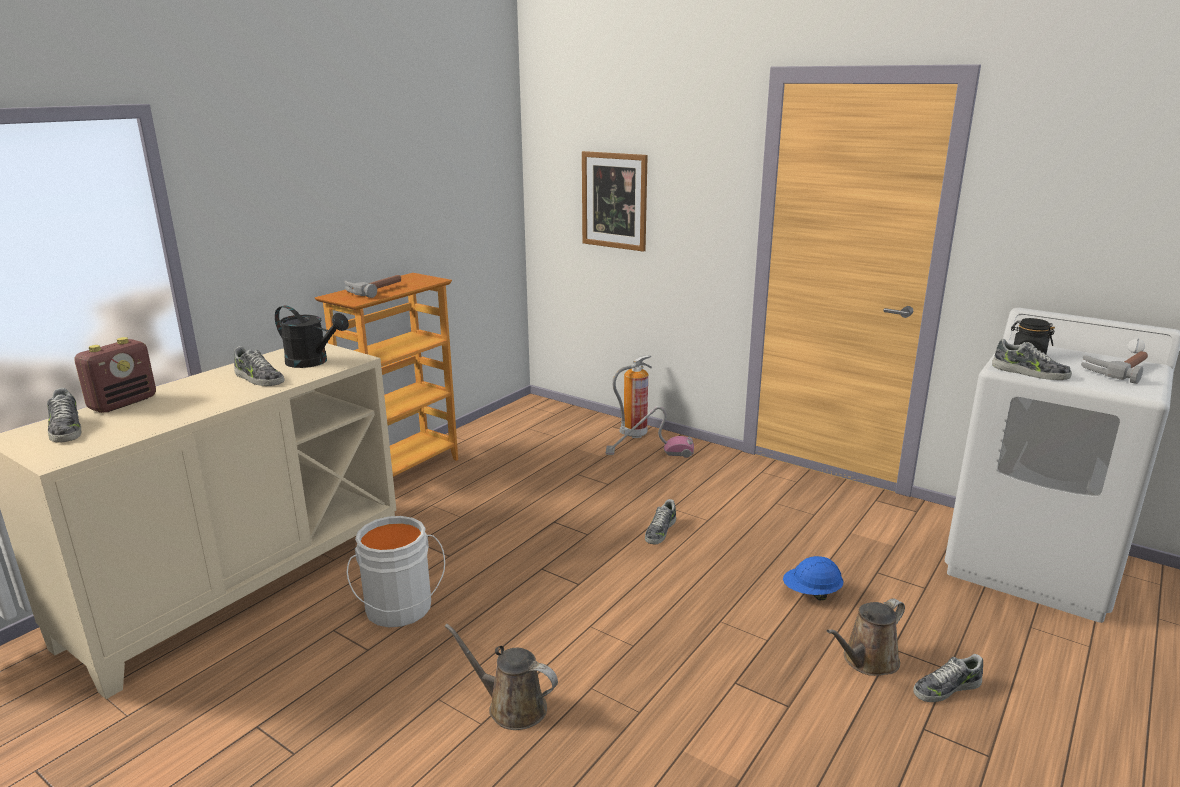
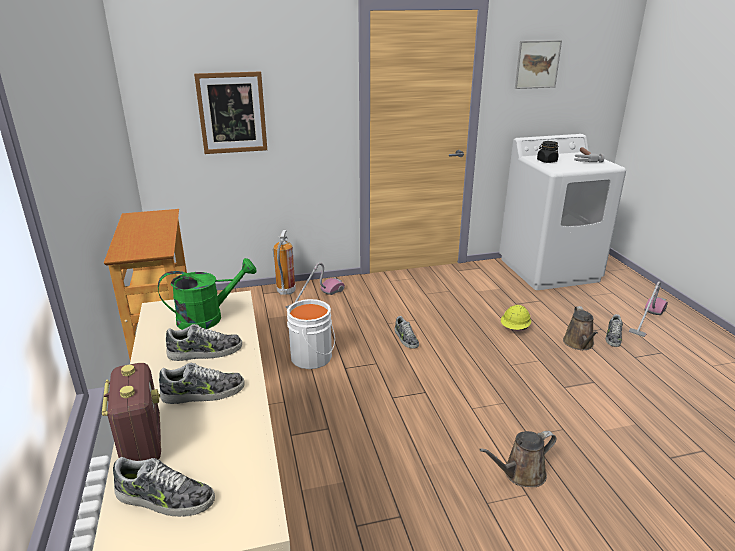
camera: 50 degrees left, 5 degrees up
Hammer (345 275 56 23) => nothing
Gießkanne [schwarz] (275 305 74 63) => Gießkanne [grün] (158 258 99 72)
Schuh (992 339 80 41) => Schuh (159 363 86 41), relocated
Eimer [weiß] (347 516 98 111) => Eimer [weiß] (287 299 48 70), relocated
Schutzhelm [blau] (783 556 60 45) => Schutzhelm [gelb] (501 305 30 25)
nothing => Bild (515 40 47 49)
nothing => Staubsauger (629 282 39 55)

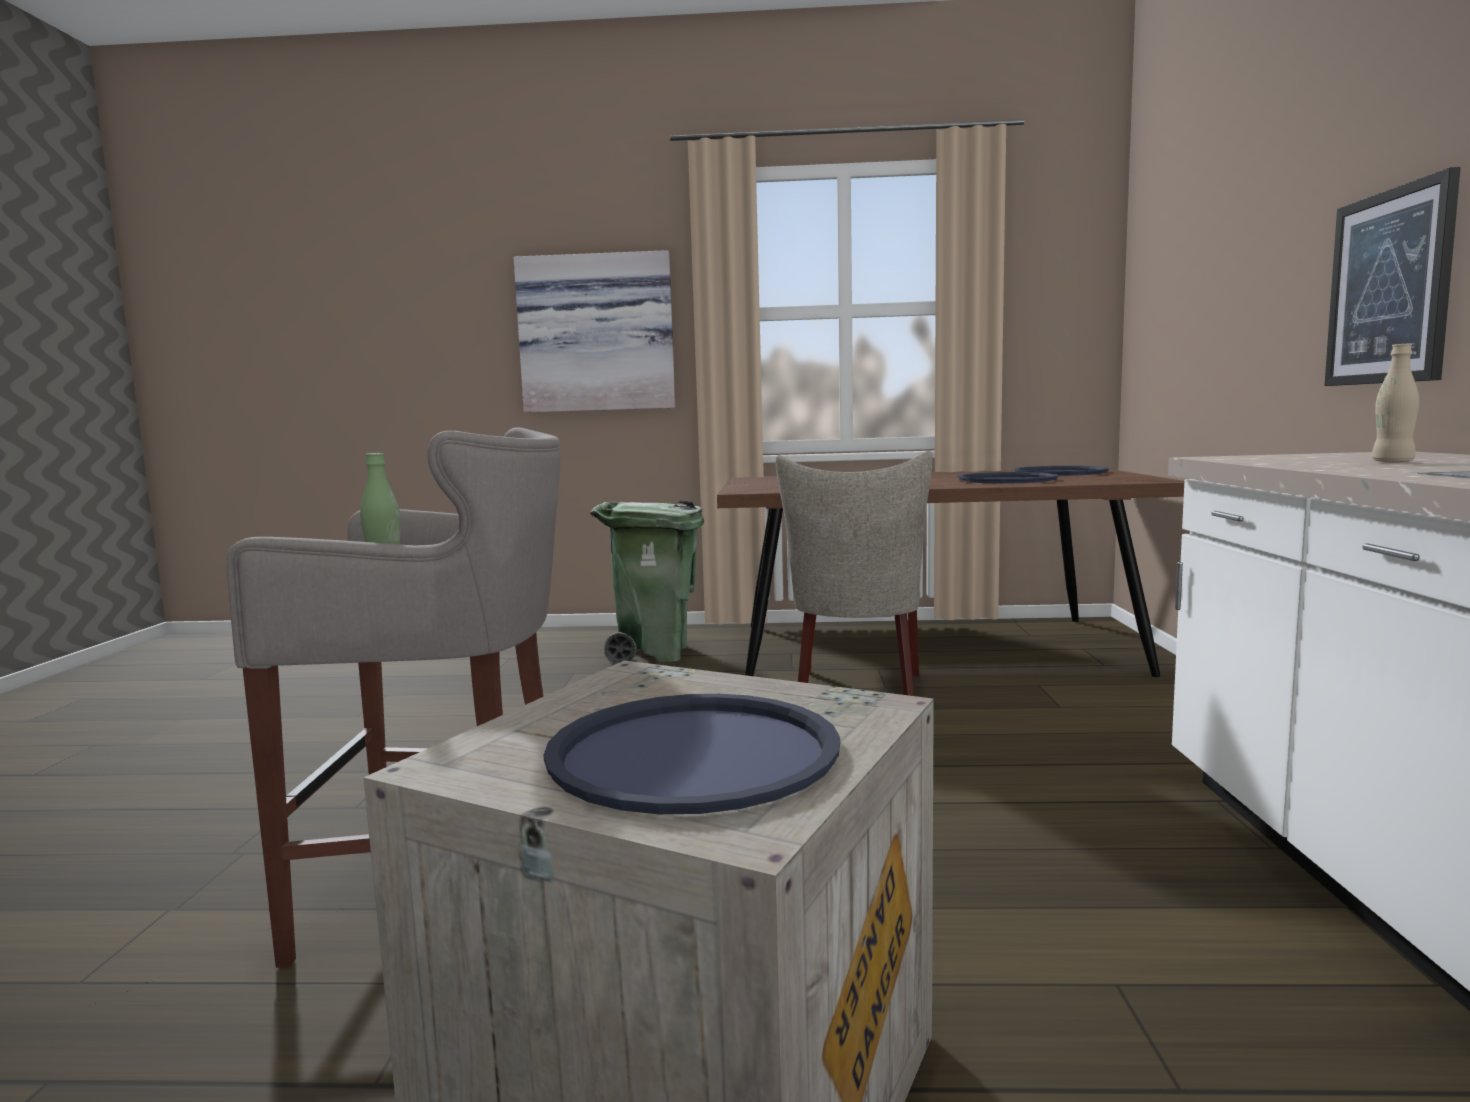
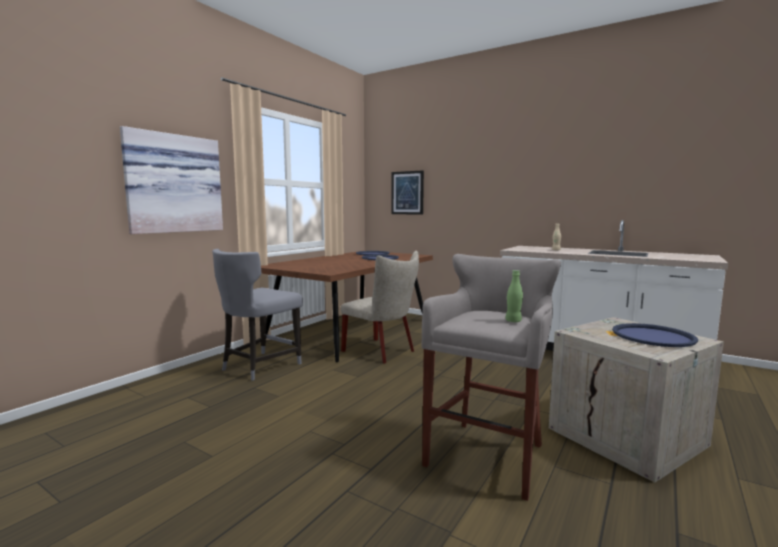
camera: 60 degrees left, 0 degrees up
Bild (1324 167 137 219) => Bild (391 170 33 45), relocated
Mülleimer [grün] (590 500 114 164) => Stuhl [grau] (212 249 91 132)

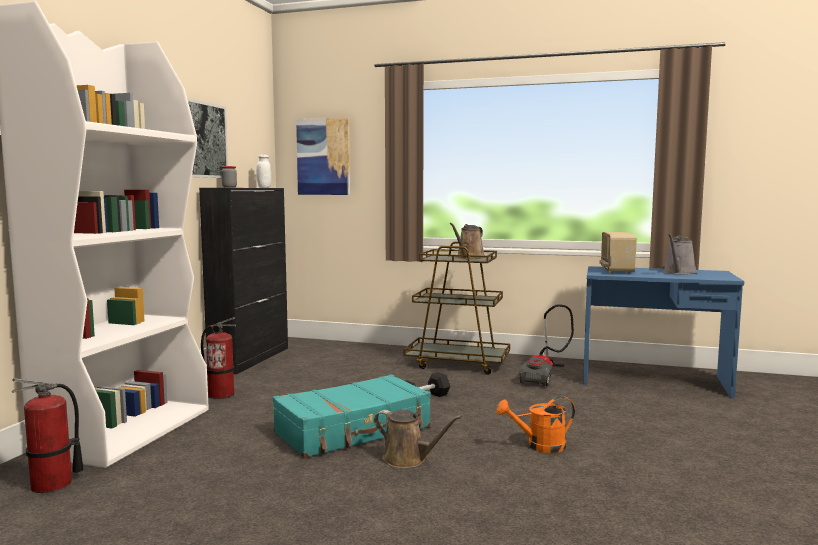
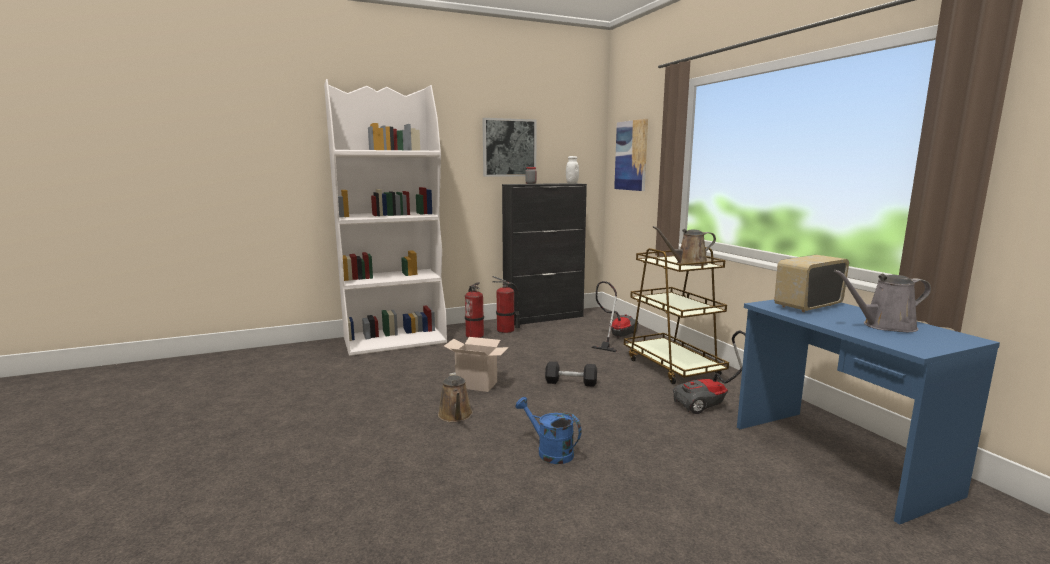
camera: 50 degrees right, 5 degrees up
Koffer [türkis] (273 374 158 84) => Karton (444 337 65 55)
Feuerlöscher (12 378 72 115) => Feuerlöscher (493 276 27 57), relocated
Gießkanne [orange] (497 396 78 57) => Gießkanne [blau] (515 397 66 67)
nothing => Staubsauger (592 281 47 71)

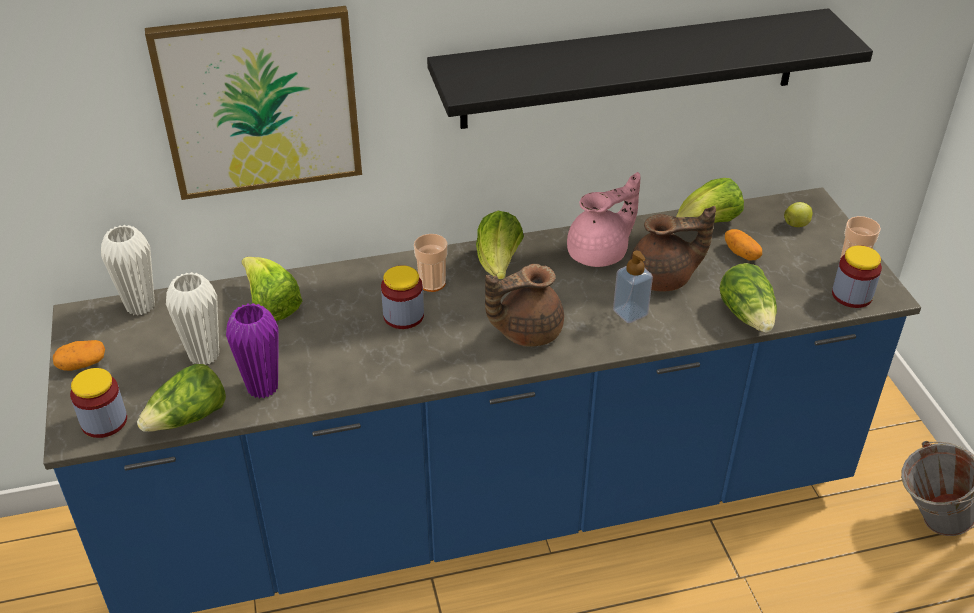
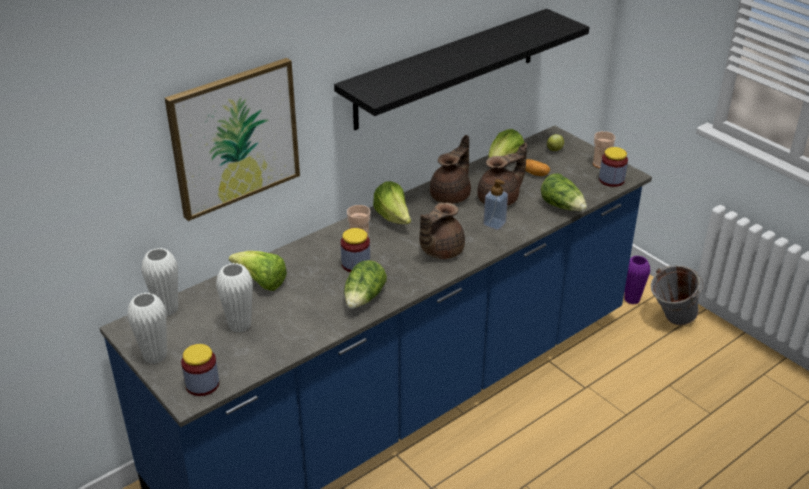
camera: 25 degrees left, 5 degrees down
Teekanne [rosa] (567 172 74 95) => Teekanne [braun] (430 135 41 69)
Vase [lila] (226 303 53 96) => Vase [lila] (624 256 26 49), relocated
Kartoffel (53 340 52 31) => Vase [weiß] (127 292 40 72)
Salatkopf (137 364 89 68) => Salatkopf (344 260 43 49), relocated

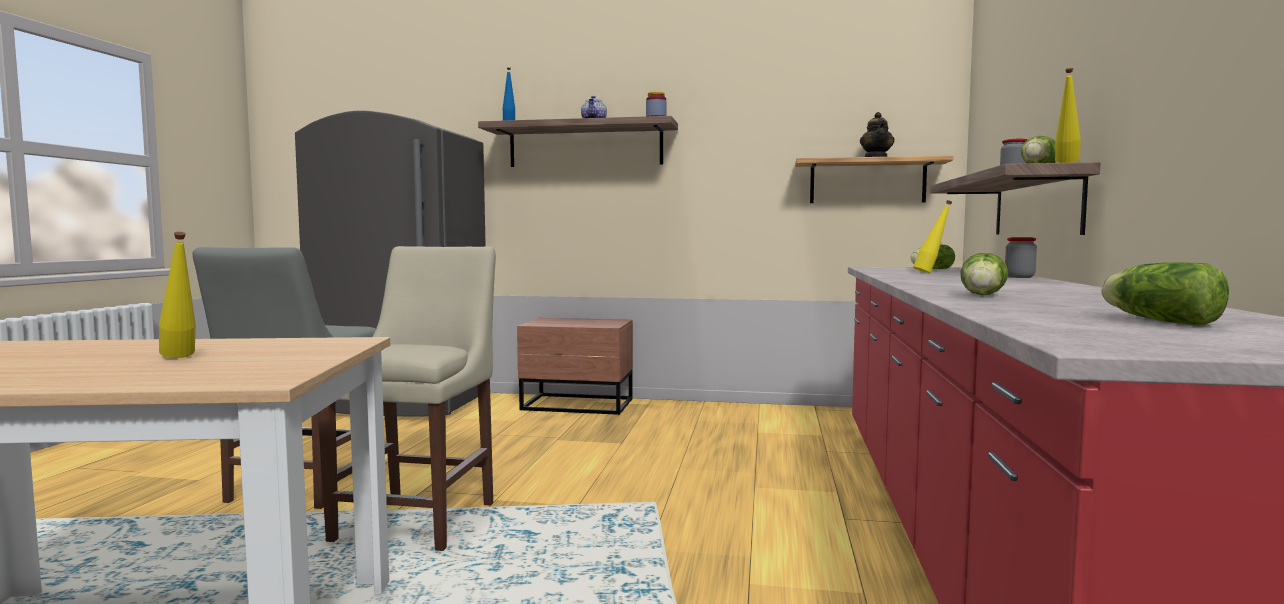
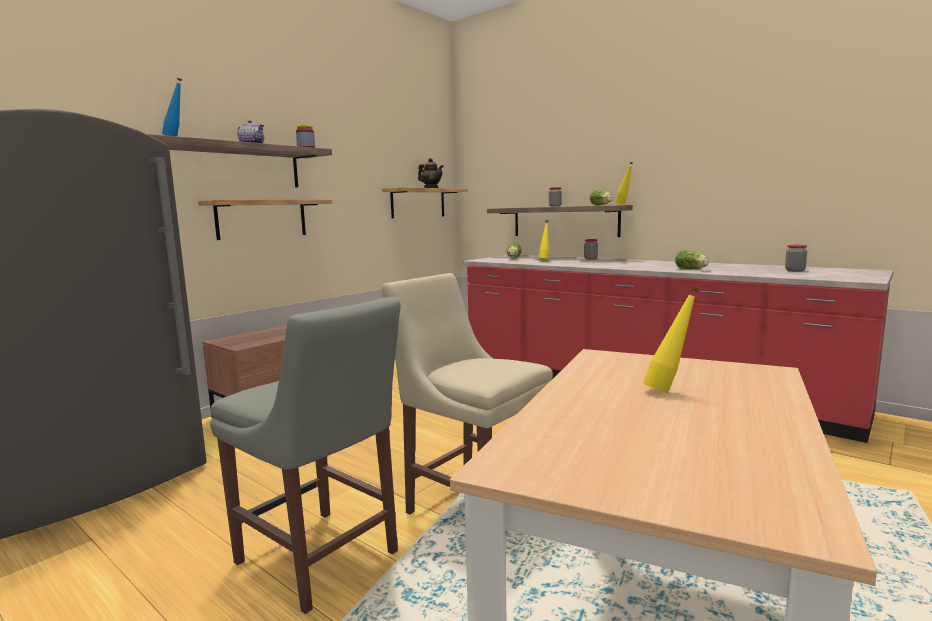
camera: 60 degrees left, 5 degrees up
Salatkopf (1101 262 128 64) => Vorratsglas (785 245 22 27)
nothing => Wandregal (198 200 134 40)

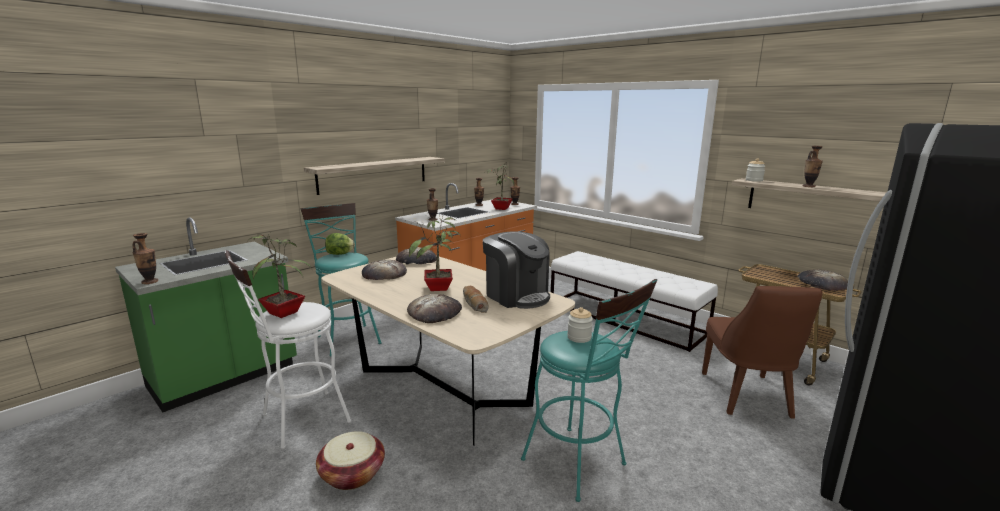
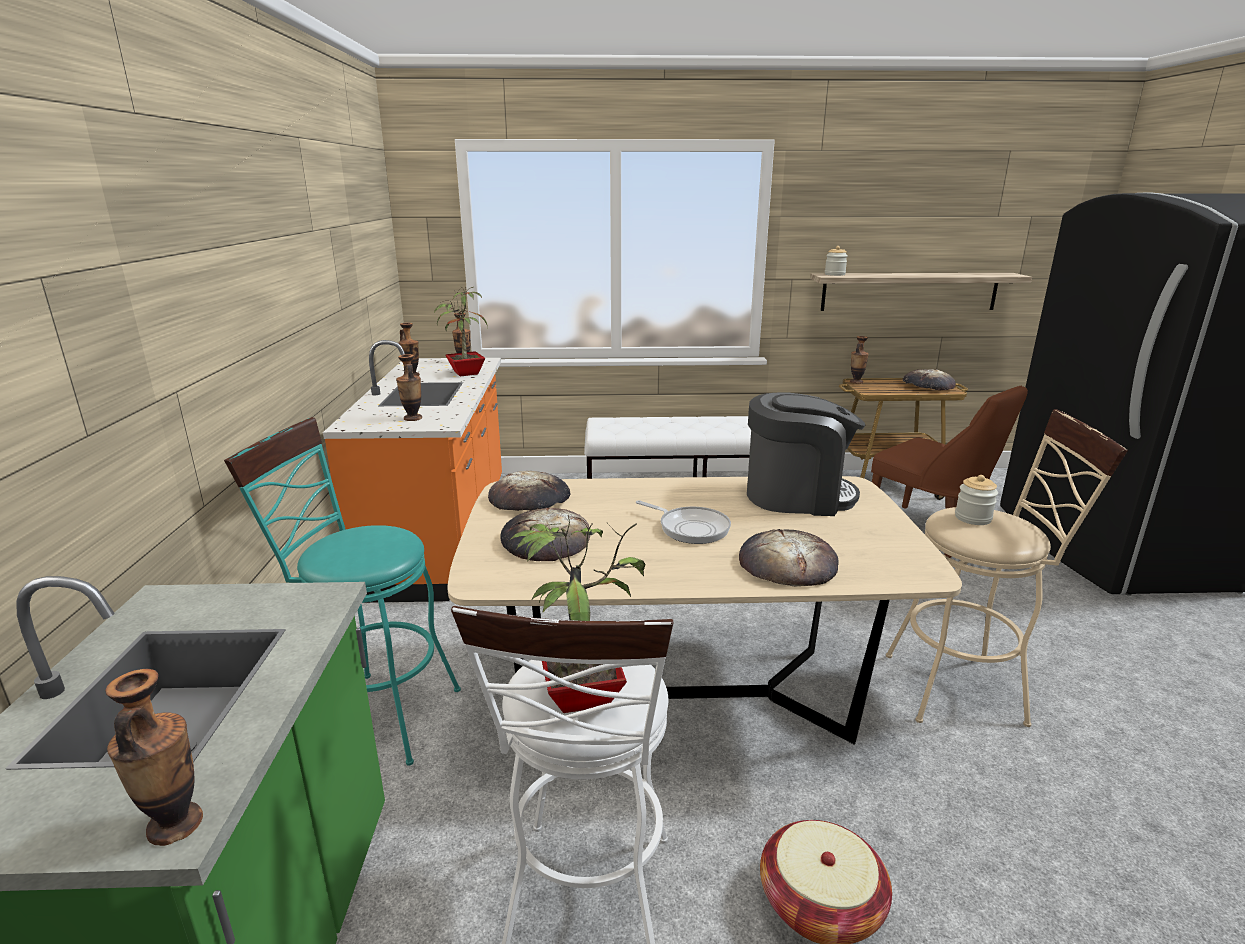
camera: 45 degrees left, 5 degrees up
Vase (803 146 20 41) => Vase (850 336 19 48), relocated
Wandregal (304 157 141 38) => nothing
Topfpflanze (409 214 52 77) => Pfanne (636 500 95 44)
Salatkopf (325 233 30 22) => nothing
Hocker [türkis] (521 279 136 223) => Hocker [beige] (886 409 242 318)
Brot (463 286 26 27) => nothing

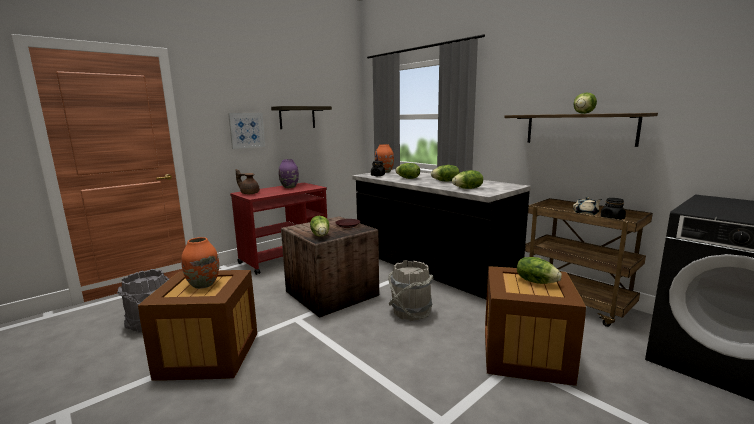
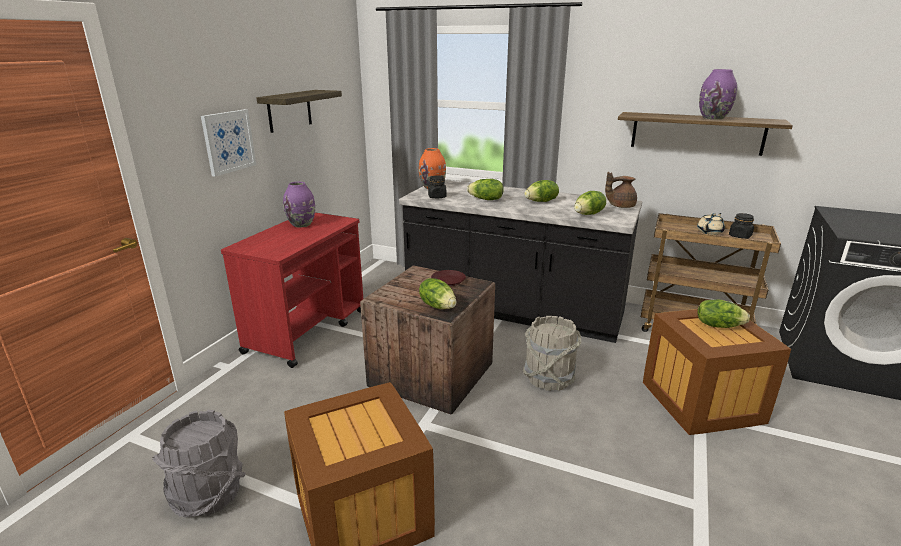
camera: 25 degrees left, 10 degrees up
Salatkopf (574 93 23 21) => Vase [lila] (699 69 38 51)
Teekanne [braun] (235 169 25 25) => Teekanne [braun] (605 172 32 36), relocated
Vase [orange] (181 237 38 52) => nothing

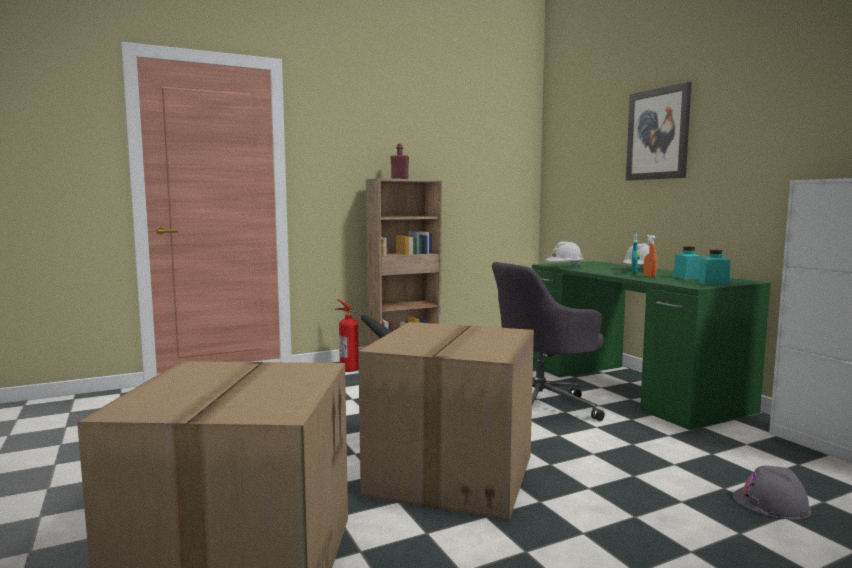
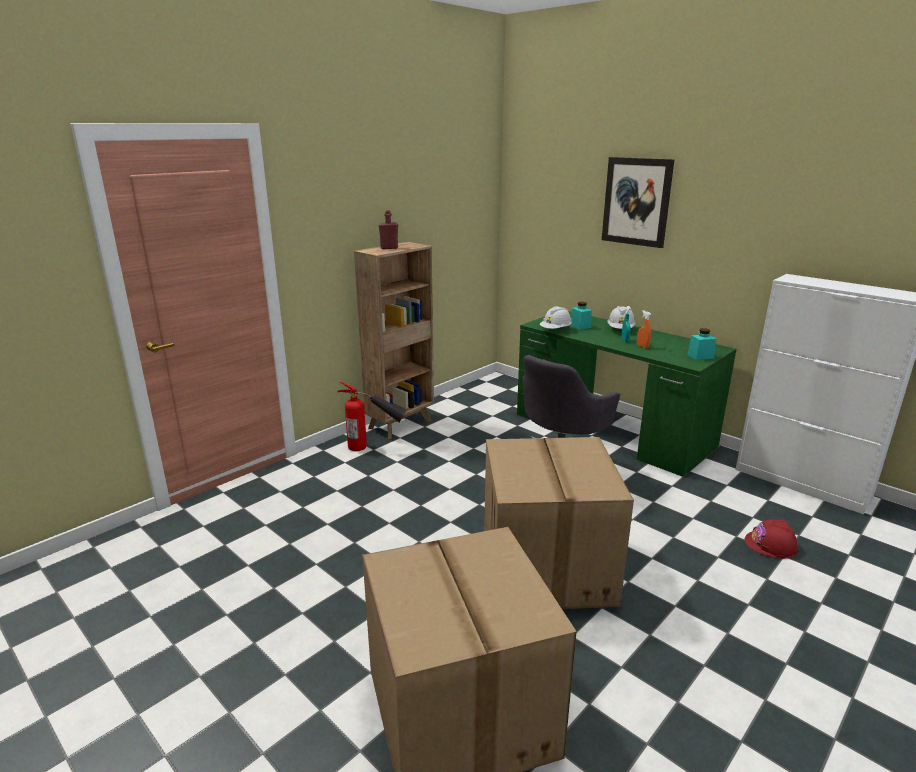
camera: 20 degrees left, 15 degrees up
Vorratsglas [türkis] (673 247 29 33) => Vorratsglas [türkis] (571 302 21 28), relocated
Schutzhelm [grau] (733 466 79 54) => Schutzhelm [rot] (745 519 53 40)

